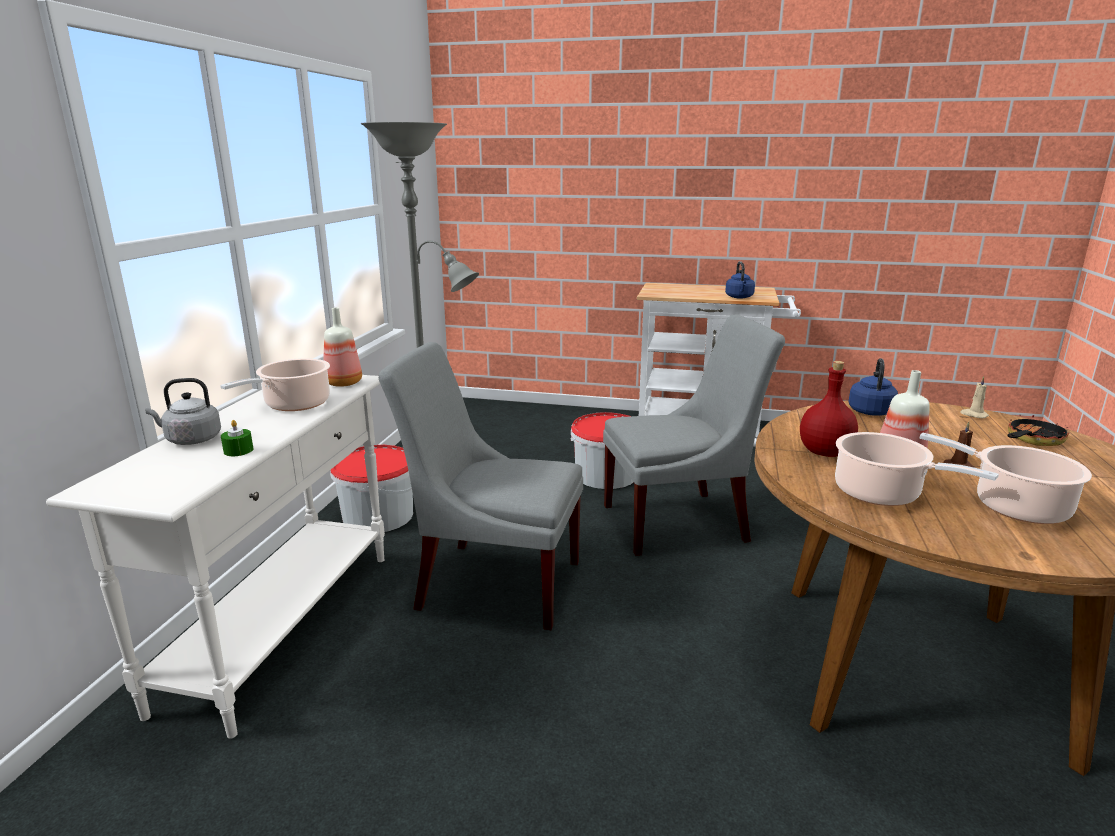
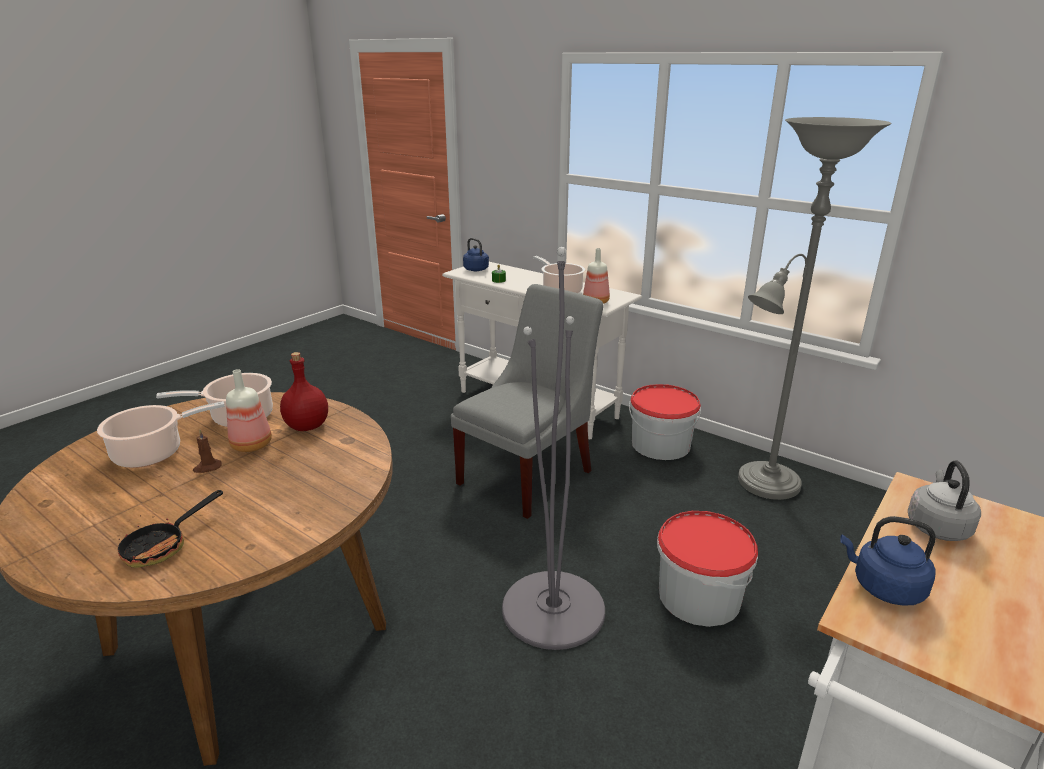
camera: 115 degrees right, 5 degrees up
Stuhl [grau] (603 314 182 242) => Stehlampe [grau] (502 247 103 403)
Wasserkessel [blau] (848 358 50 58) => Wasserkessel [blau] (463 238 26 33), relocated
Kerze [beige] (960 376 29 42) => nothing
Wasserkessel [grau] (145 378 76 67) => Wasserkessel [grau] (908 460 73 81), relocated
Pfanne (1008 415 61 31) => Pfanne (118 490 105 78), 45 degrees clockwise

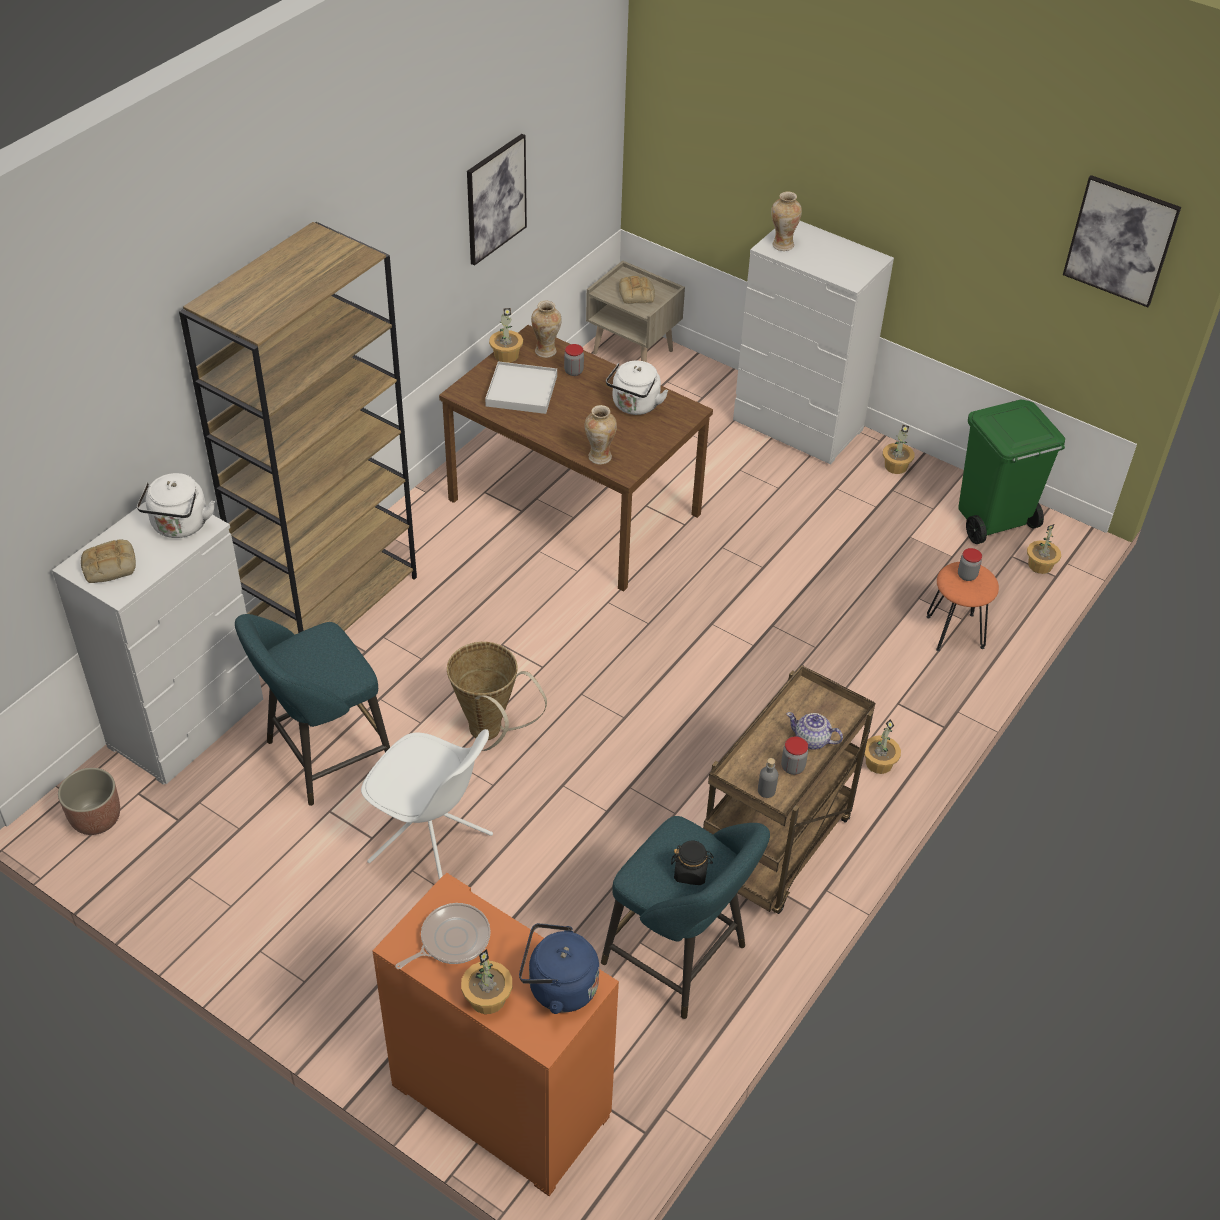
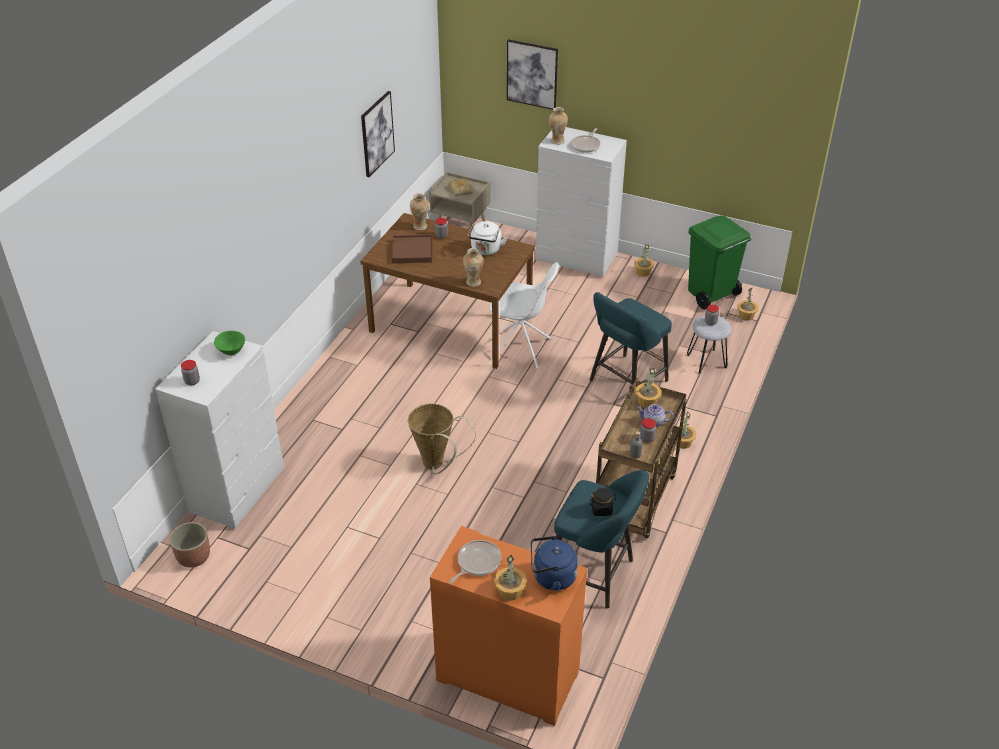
camera: 10 degrees left, 5 degrees down
Bild (1063 175 118 132) => Bild (507 39 51 71), relocated
Bücherregal [braun] (179 222 238 412) => nothing
Topfpflanze (489 308 34 55) => Topfpflanze (635 368 27 40), relocated
Tablett [weiß] (485 361 72 53) => Tablett [braun] (392 235 40 28)
Wasserkessel [weiß] (137 473 78 65) => Schüssel [grün] (214 331 31 24)
Brot (81 539 55 44) => Vorratsglas (181 360 19 25)
Hocker [orange] (926 562 73 89) => Hocker [grau] (687 315 44 59)
Hocker [türkis] (235 614 155 192) => Hocker [türkis] (590 292 82 92), relocated
Stuhl [weiß] (361 729 132 150) => Stuhl [weiß] (489 262 70 107), relocated
nothing => Pfanne (571 128 30 25)

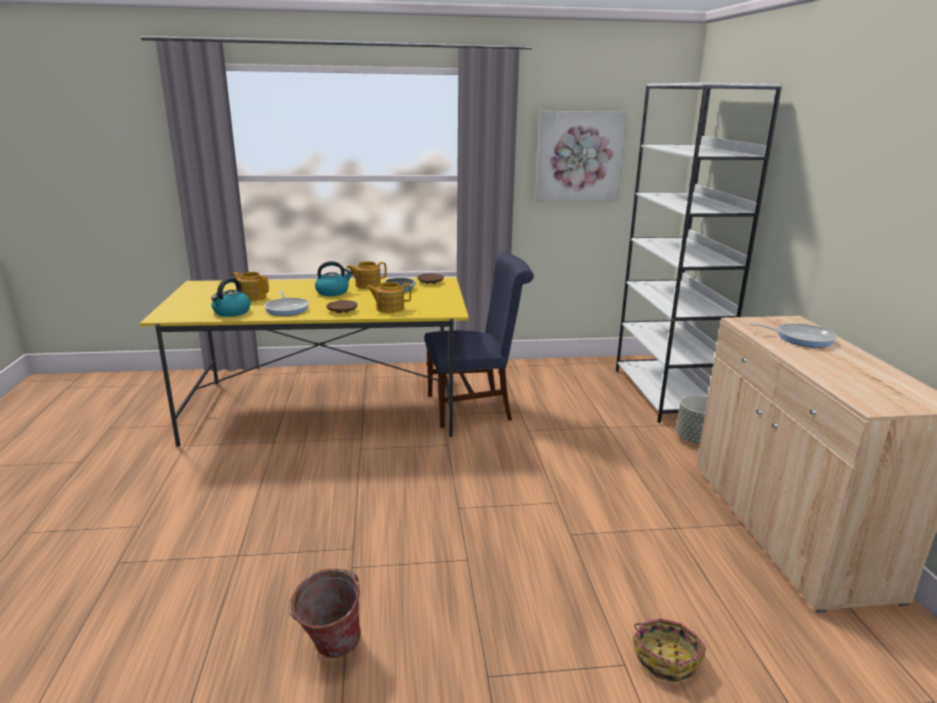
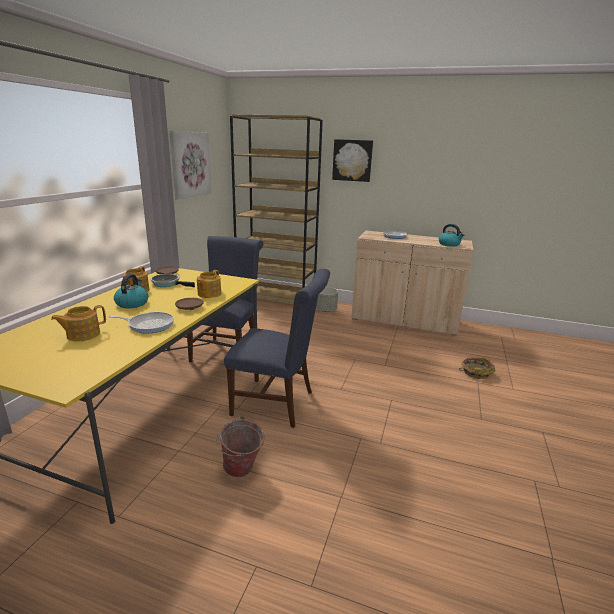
camera: 65 degrees left, 0 degrees up
Bücherregal [weiß] (616 83 166 340) => Bücherregal [braun] (230 114 93 191)
Wasserkessel (211 278 39 39) => Wasserkessel (439 224 26 23), relocated
Eimer (288 569 73 89) => Eimer (216 416 49 61), relocated
nothing => Bild (332 139 41 43)
nothing => Stuhl [blau] (224 269 106 159)

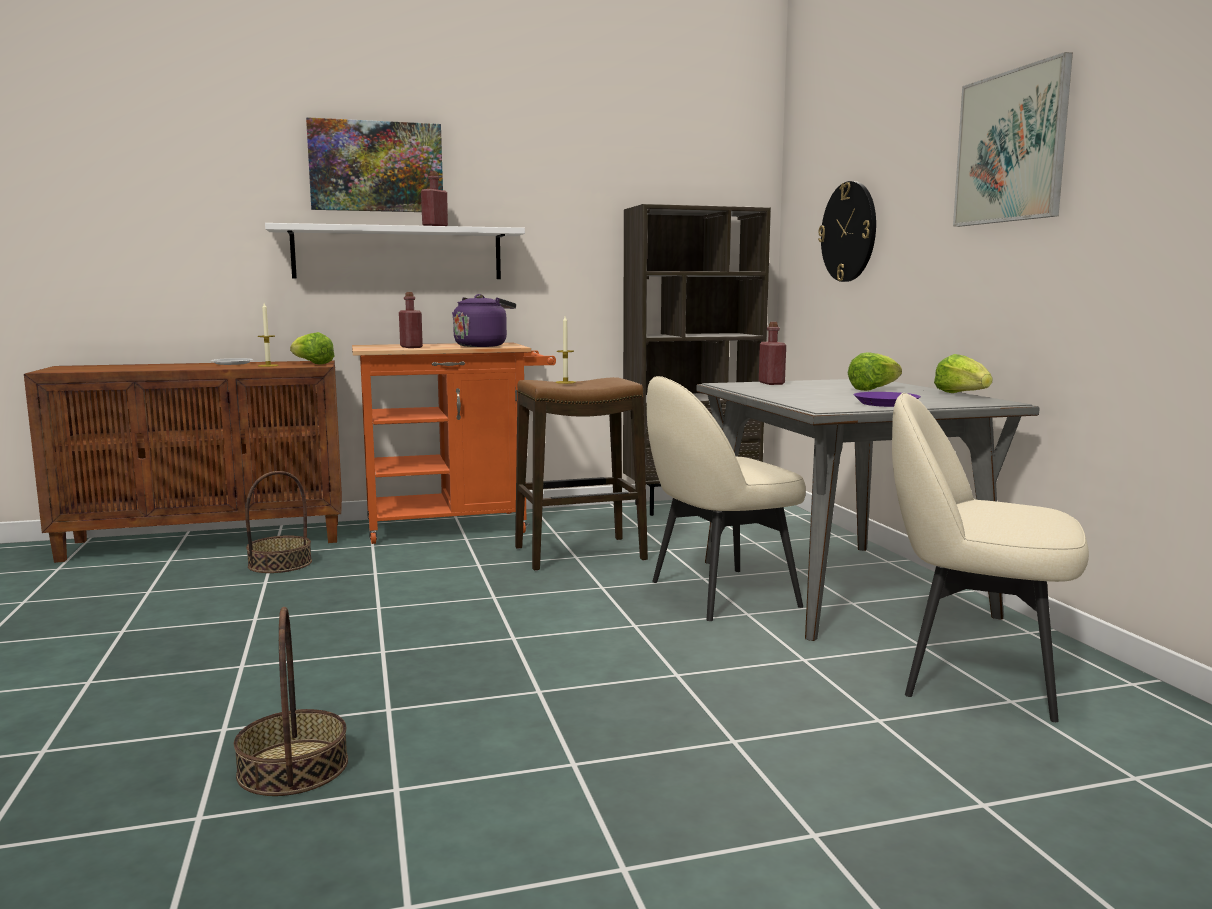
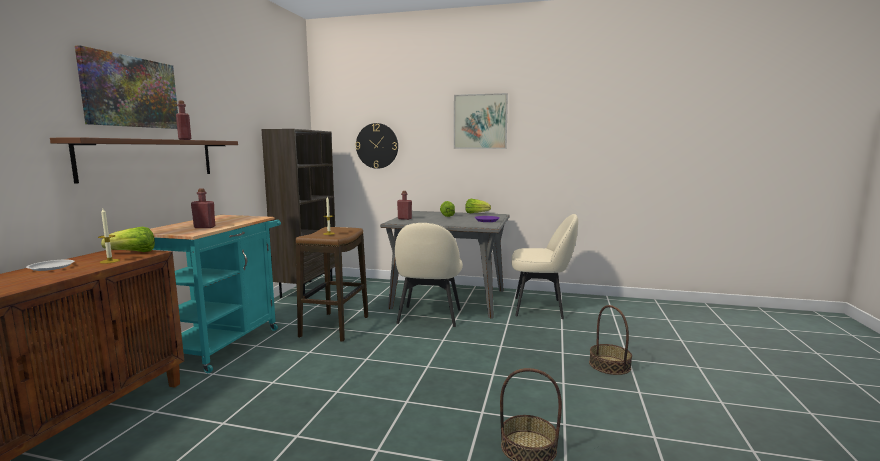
camera: 60 degrees left, 0 degrees up
Wandregal [weiß] (265 223 260 56) => Wandregal [braun] (50 137 188 47)
Wasserkessel [lila] (452 294 64 53) => nothing
Rollwagen [orange] (352 342 204 202) => Rollwagen [türkis] (150 215 131 158)
Stuhl [beige] (892 393 197 329) => Stuhl [beige] (511 214 67 105), 135 degrees counterclockwise
Korb (245 471 67 102) => Korb (589 305 43 70), relocated

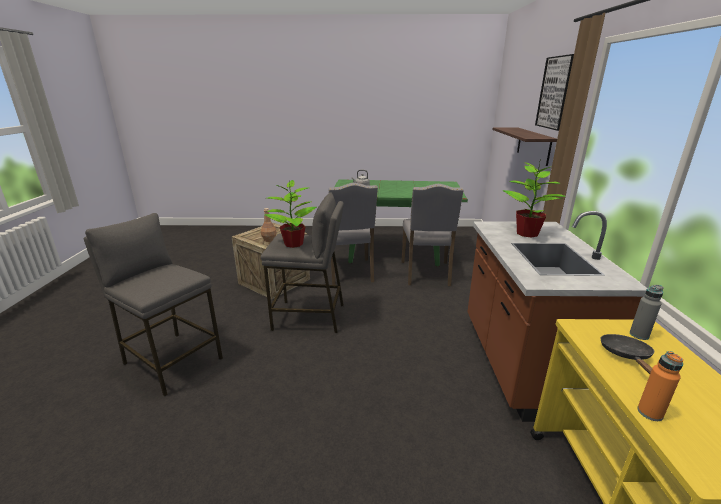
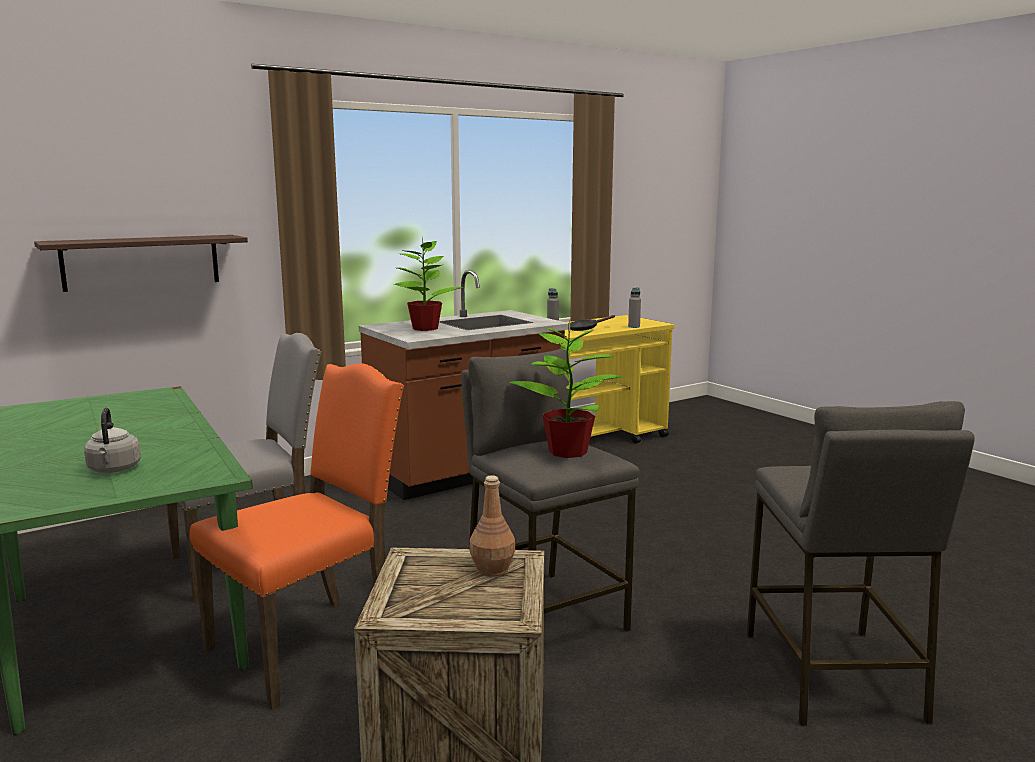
camera: 125 degrees left, 10 degrees down
Bild (535 54 39 77) => nothing
Stuhl [grau] (329 183 49 102) => Stuhl [orange] (190 363 214 346)
Flasche [orange] (637 351 47 70) => Flasche [grau] (628 287 13 41)

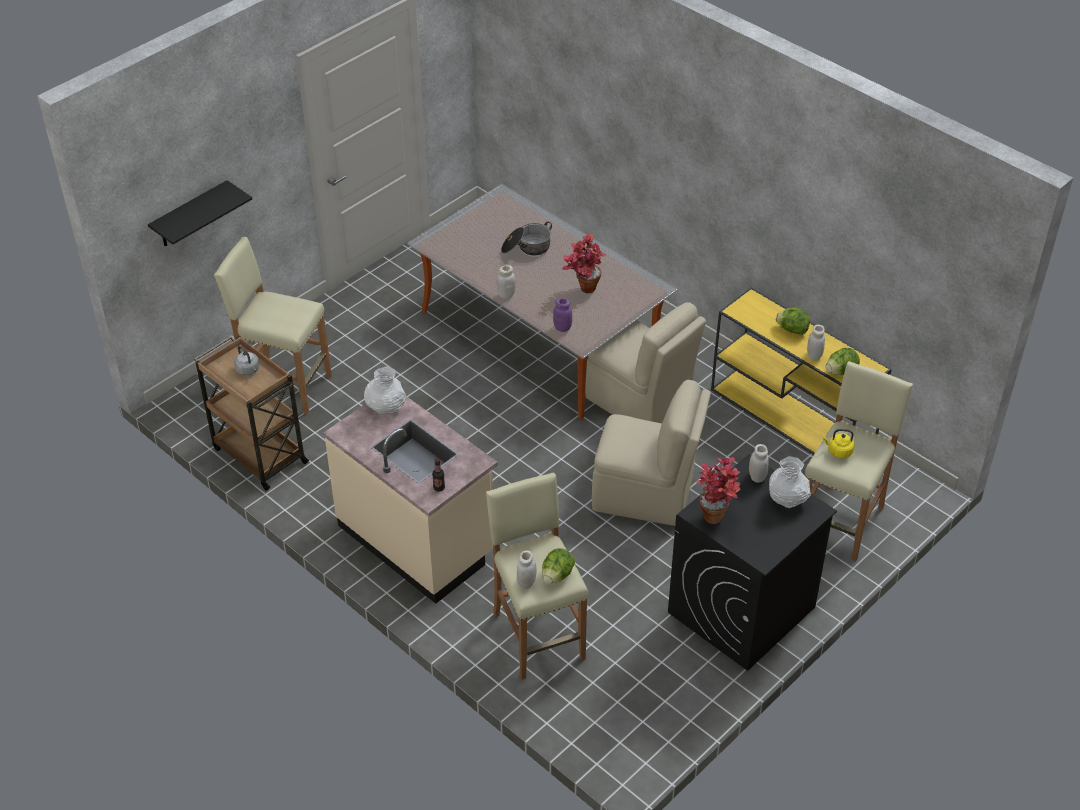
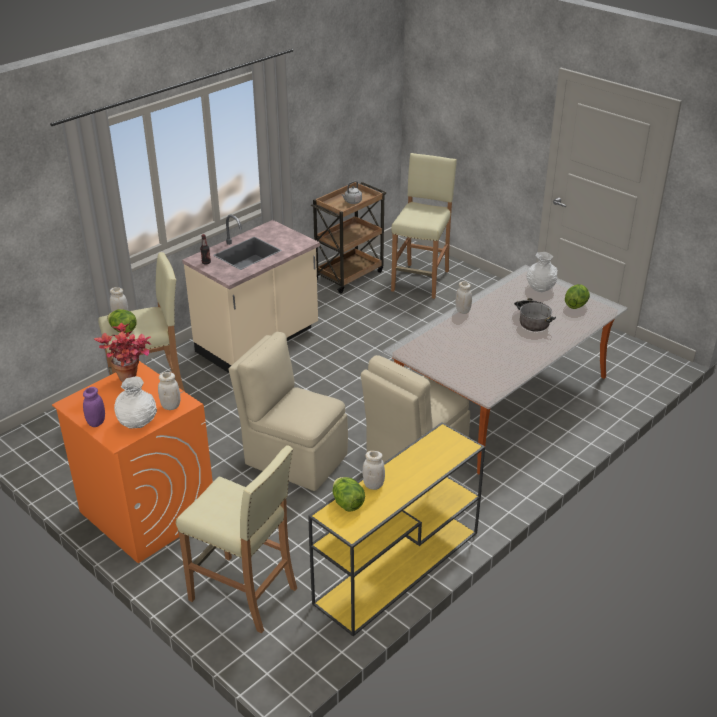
camera: 90 degrees right, 10 degrees down
Wandregal [schwarz] (148 180 104 66) => nothing
Topfpflanze (562 234 44 59) => nothing
Vorratsglas [lila] (553 298 19 34) => Vorratsglas [lila] (83 387 22 40), relocated
Salatkopf (776 307 34 28) => Salatkopf (565 284 25 25), relocated
Vase [weiß] (364 366 42 48) => Vase [weiß] (527 252 31 40), relocated
Stuhl [beige] (592 380 119 146) => Stuhl [beige] (229 332 119 159), 105 degrees clockwise
Wasserkessel [gelb] (823 429 32 29) => nothing
Waschmaschine [schwarz] (668 454 169 217) => Waschmaschine [orange] (52 361 161 202)

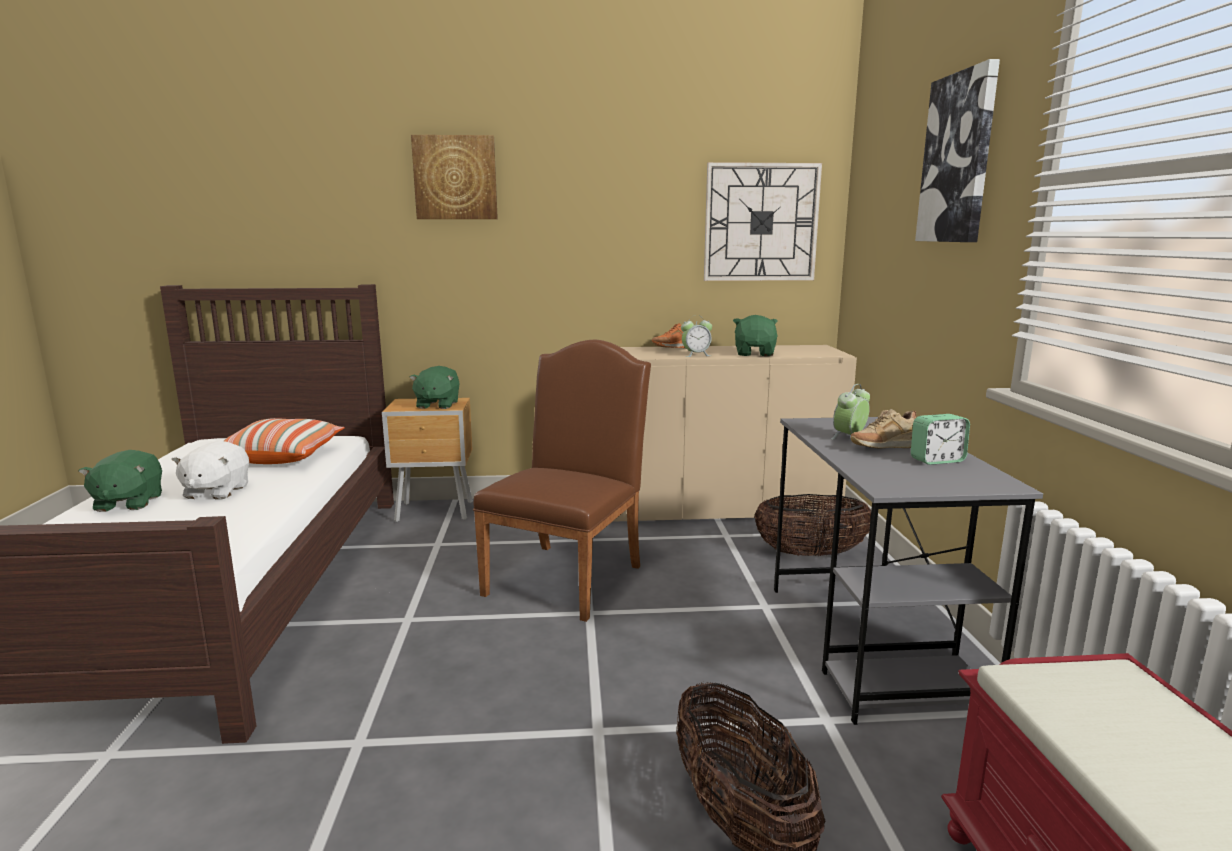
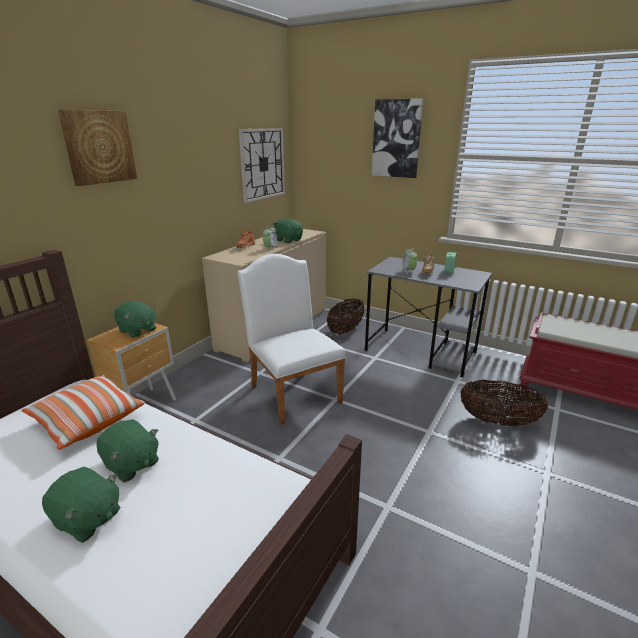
camera: 55 degrees left, 10 degrees up
Stuhl [braun] (473 340 178 282) => Stuhl [weiß] (237 254 109 171)
Plüschtier [weiß] (171 441 78 59) => Plüschtier [grün] (97 419 62 64)

